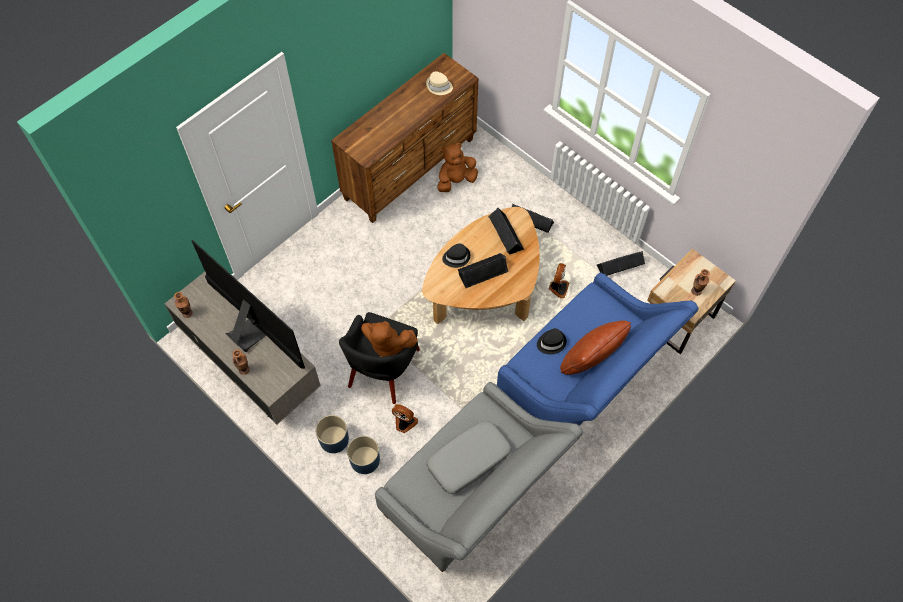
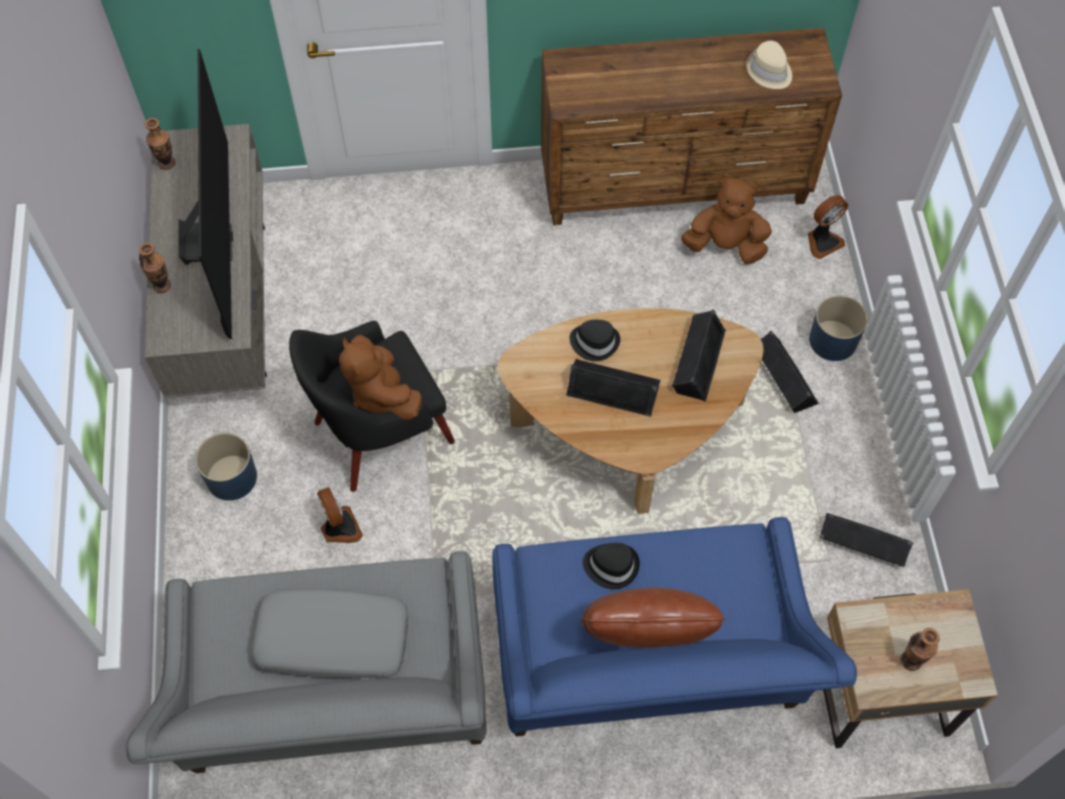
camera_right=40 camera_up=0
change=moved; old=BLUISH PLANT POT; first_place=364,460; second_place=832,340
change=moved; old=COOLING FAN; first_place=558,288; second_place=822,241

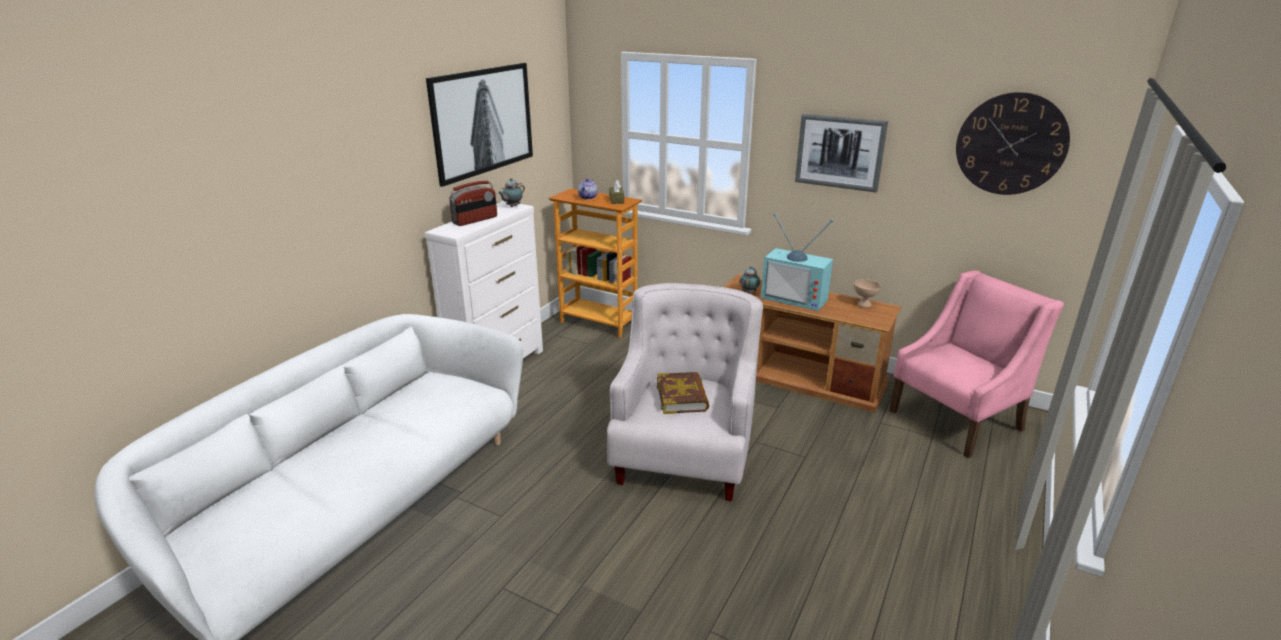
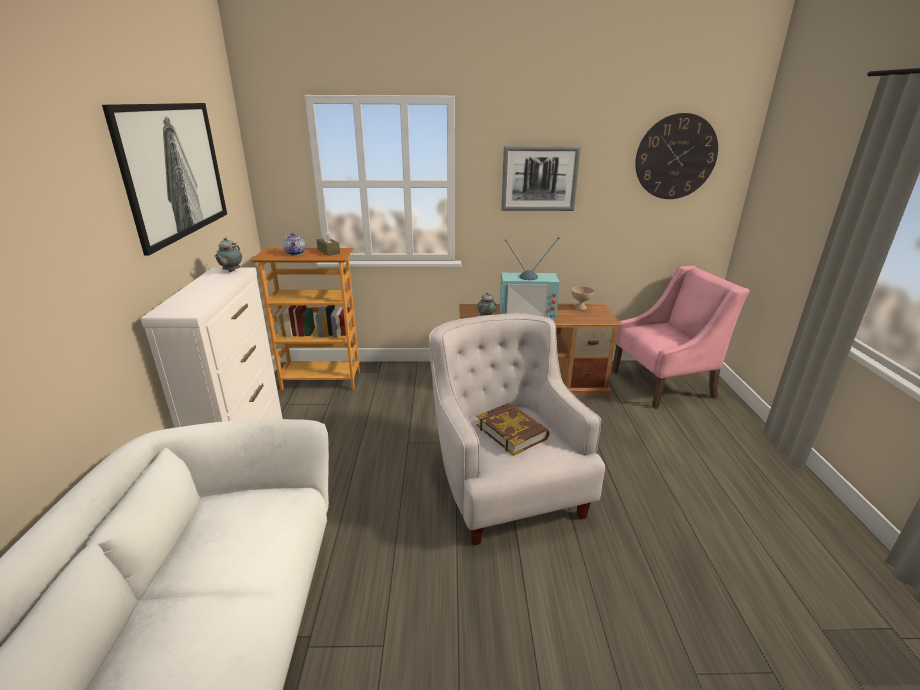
camera_right=-30 camera_up=0
change=removed; old=RADIO SET; first_place=475,220
change=turned; old=PINK LOUNGE CHAIR; first_place=957,420; second_place=663,384; degrees=45

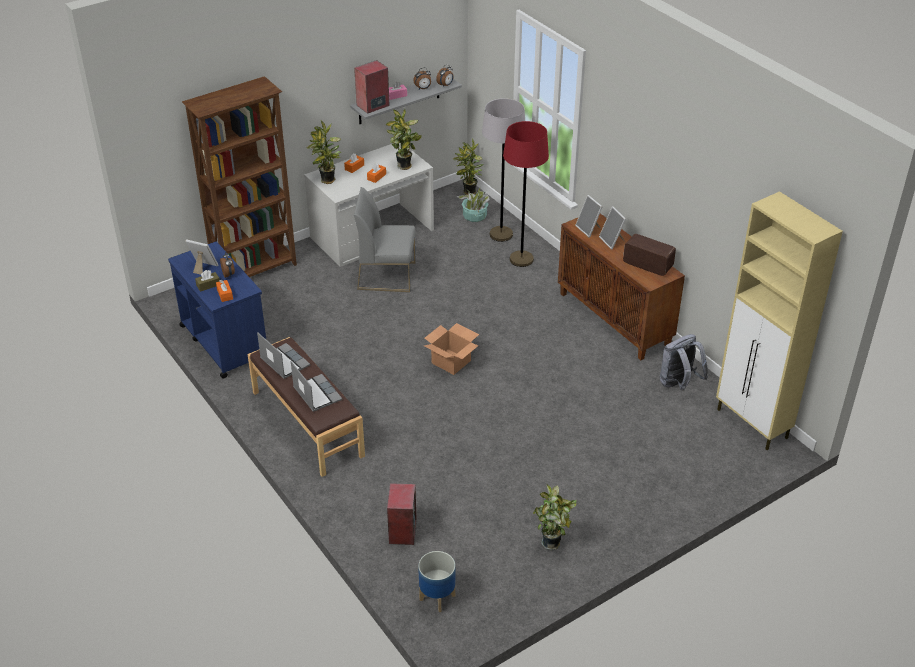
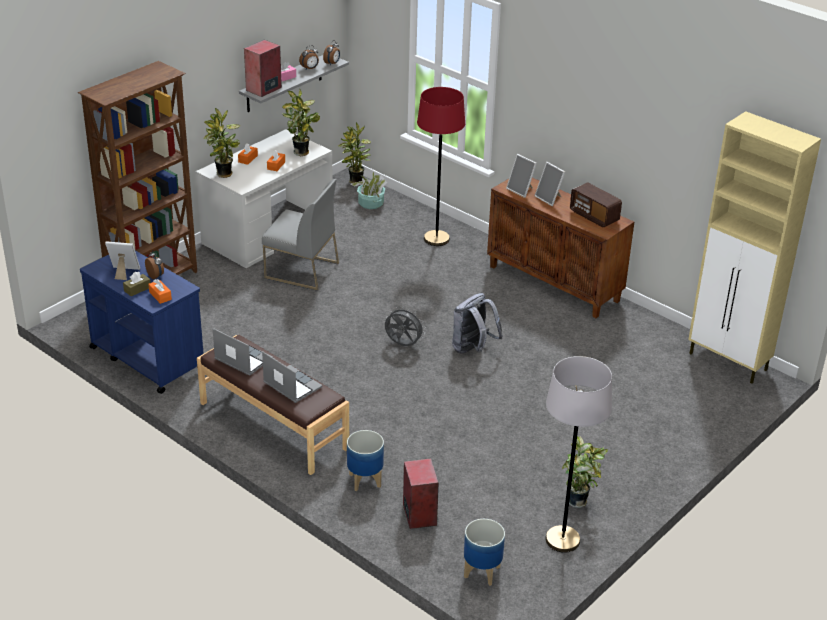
camera_right=-15 camera_up=-5
change=turned; old=GREY CHAIR; first_place=387,275; second_place=301,270; degrees=-150
change=replaced; old=PACKING BOX; new=GREY COOLING FAN; first_place=450,362; second_place=402,345
change=moved; old=GREY STANDARD LAMP; first_place=501,234; second_place=562,540
change=turned; old=RADIO SET; first_place=647,265; second_place=594,216; degrees=-150
change=moved; old=GREY RUCKSACK; first_place=678,384; second_place=473,349
change=added; new=PLANT POT; second_place=364,480

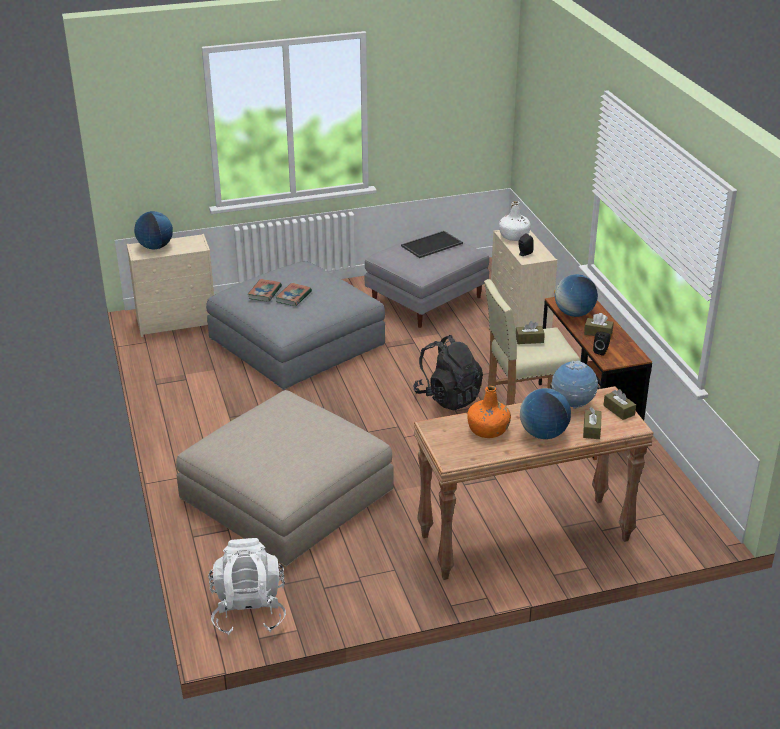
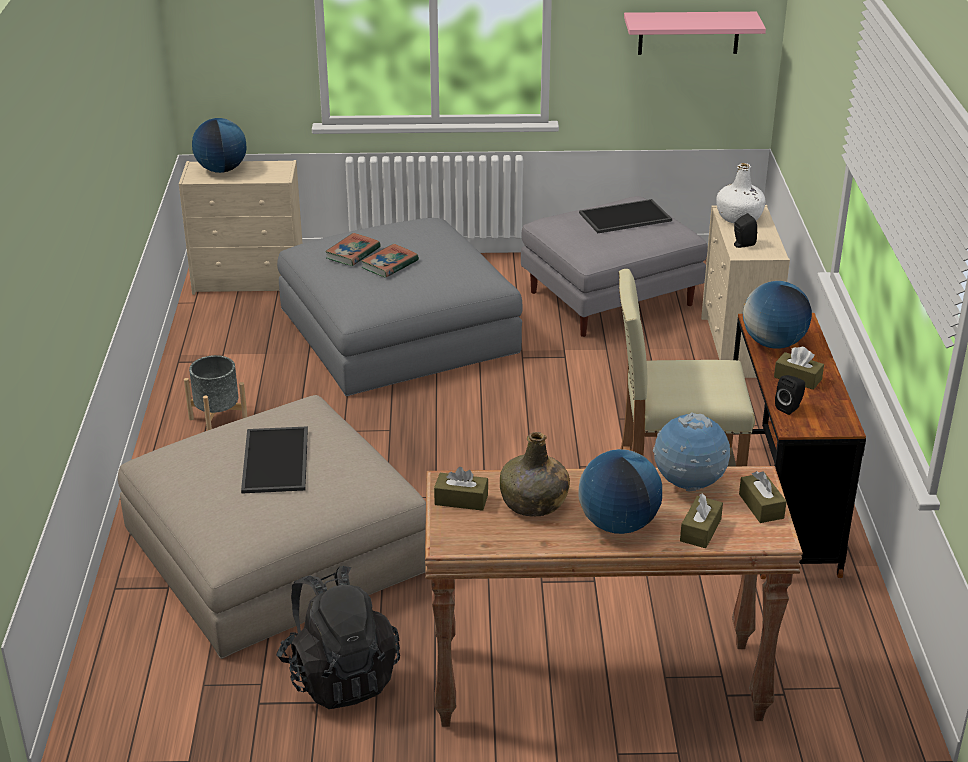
camera_right=15 camera_up=0
change=removed; old=WHITE RUCKSACK; first_place=249,611
change=moved; old=BLACK-COLOURED RUCKSACK; first_place=448,397; second_place=340,676
change=recoloured; old=ORANGEY DRINK BOTTLE; new=GREEN-COLOURED DRINK BOTTLE; first_place=488,430; second_place=533,503
change=moved; old=BROWN-COLOURED BOX OF TISSUES; first_place=529,340; second_place=461,500
change=added; new=GREY PLANT POT; second_place=218,421
change=added; new=TRAY; second_place=277,461
change=added; new=PINK BRACKET SHELF; second_place=688,32

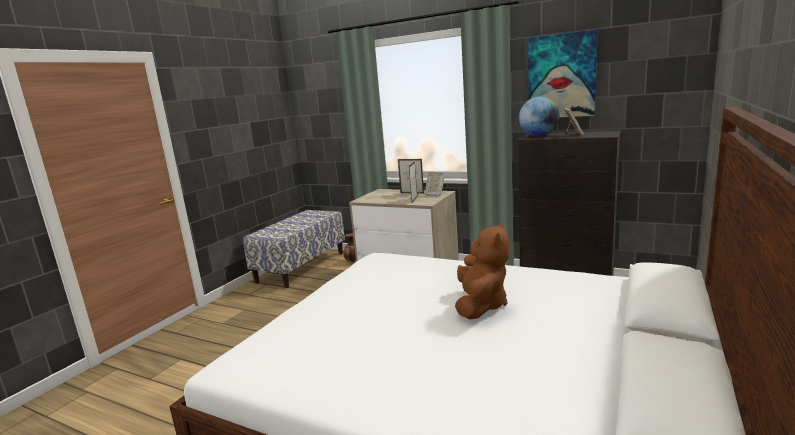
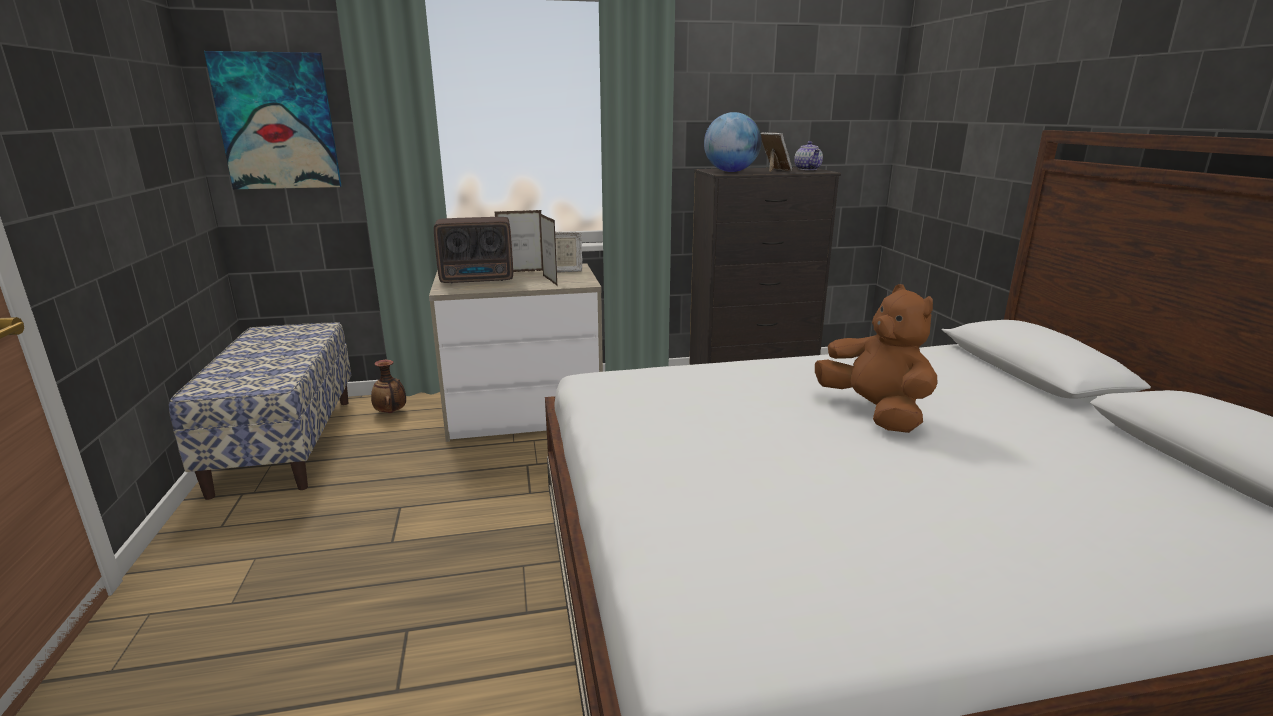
camera_right=-40 camera_up=5
change=moved; old=PICTURE; first_place=561,76; second_place=277,122
change=added; new=RADIO SET; second_place=479,279
change=added; new=POT FOR TEA; second_place=808,169

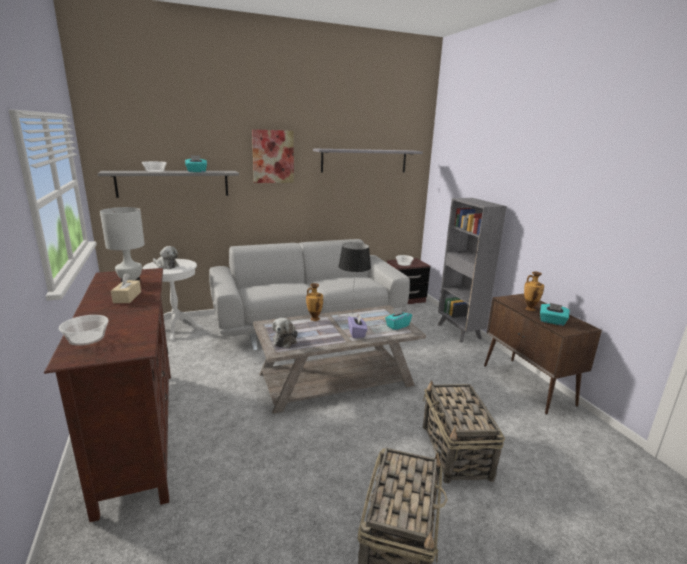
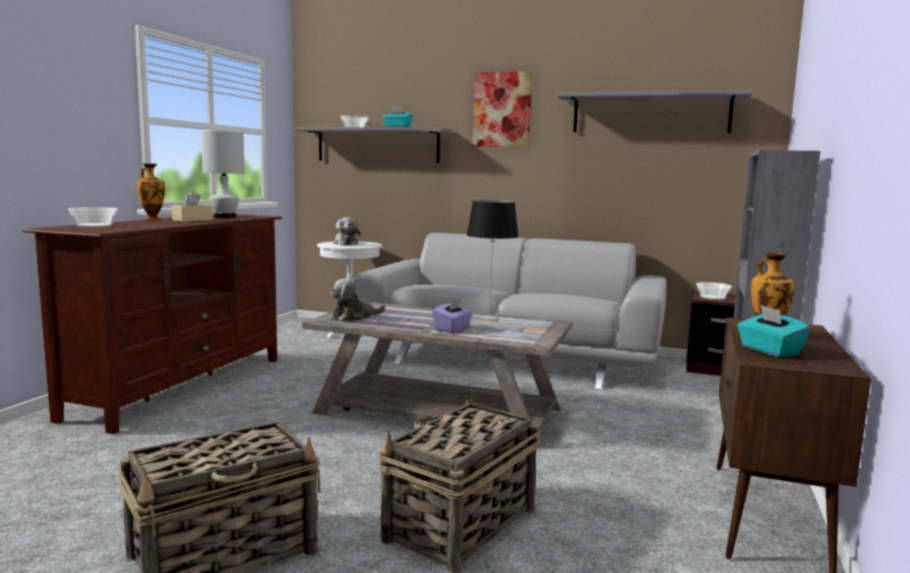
camera_right=40 camera_up=-10
change=moved; old=FLOWER VASE; first_place=314,319; second_place=152,219
change=removed; old=TURQUOISE-COLOURED BOX OF TISSUES; first_place=397,326

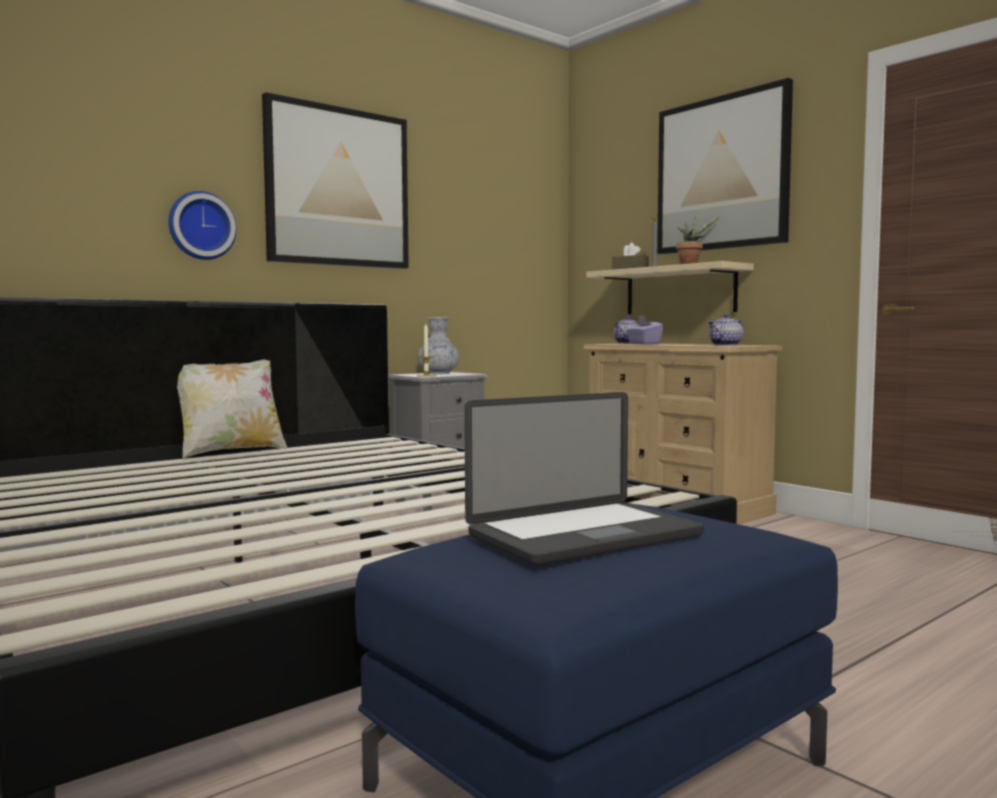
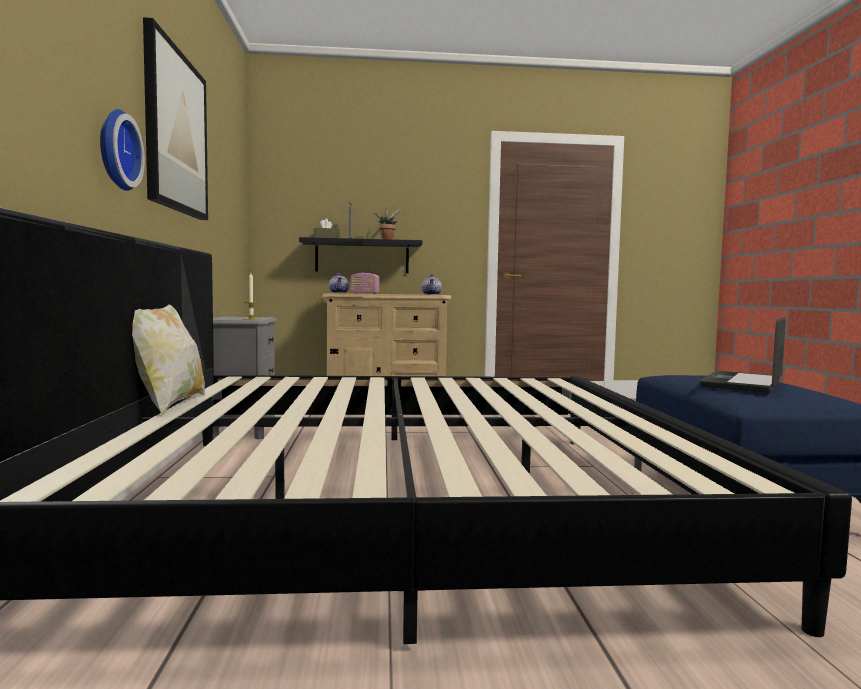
camera_right=-55 camera_up=0
change=removed; old=FLOWER VASE; first_place=438,373
change=turned; old=PORTABLE COMPUTER; first_place=585,536; second_place=742,384; degrees=-150
change=recoloured; old=SAND-COLOURED BRACKET SHELF; new=BLACK-COLOURED BRACKET SHELF; first_place=680,291; second_place=362,257
change=replaced; old=PURPLE BOX OF TISSUES; new=RADIO SET; first_place=644,344; second_place=364,293
change=removed; old=PICTURE; first_place=722,173

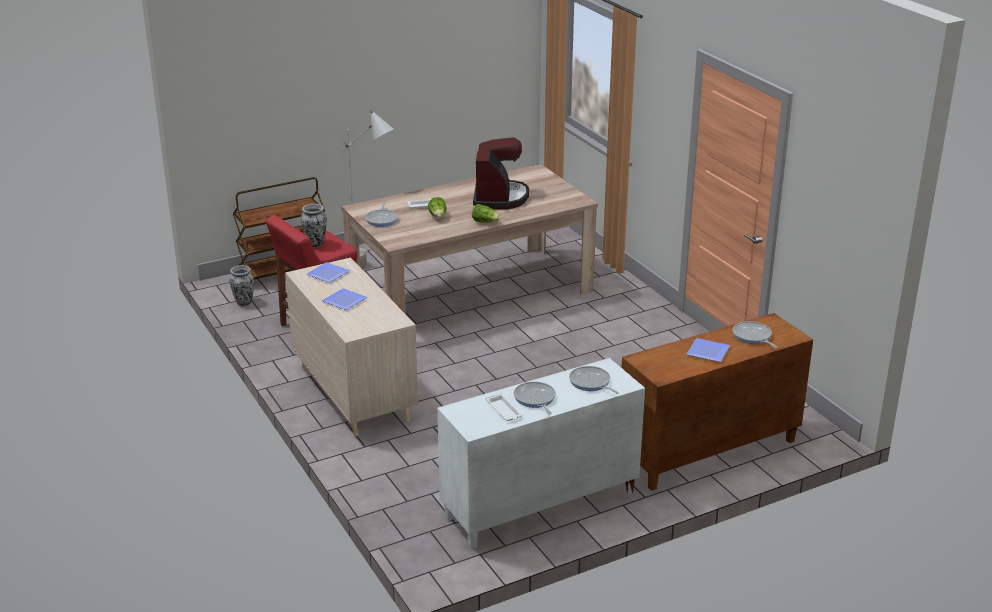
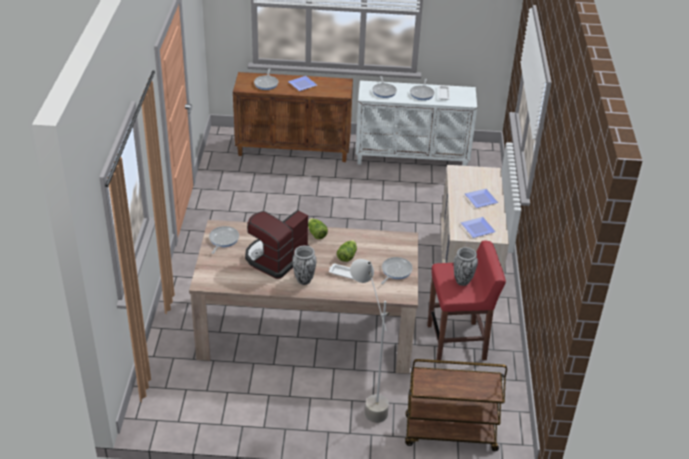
camera_right=-150 camera_up=10
change=moved; old=FLOWER VASE; first_place=244,302; second_place=304,280
change=added; new=FRYING PAN; second_place=223,240

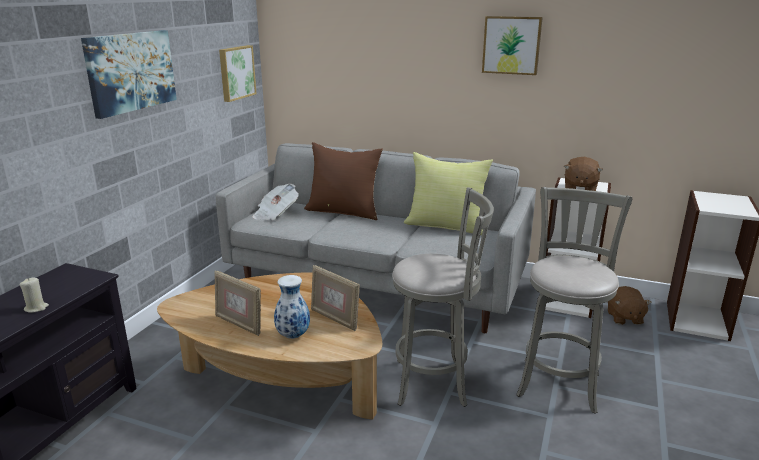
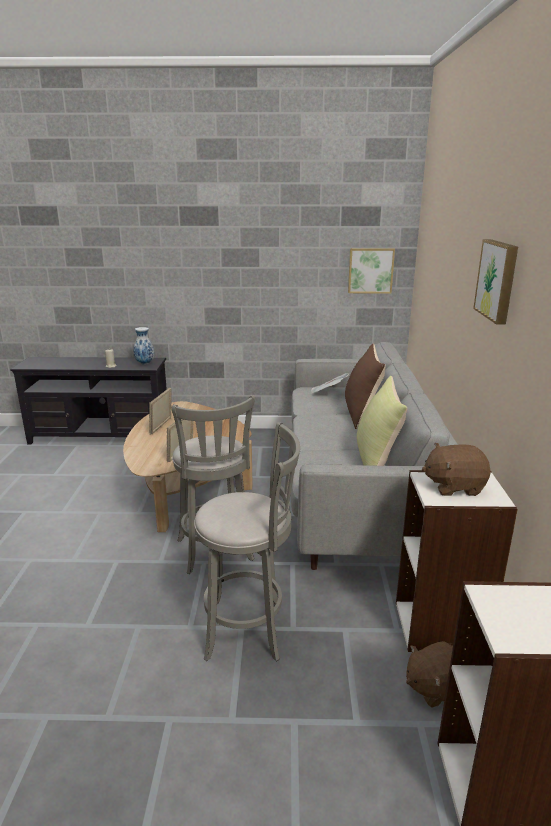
camera_right=70 camera_up=0
change=removed; old=PICTURE; first_place=131,71
change=moved; old=FLOWER VASE; first_place=293,336; second_place=144,363

